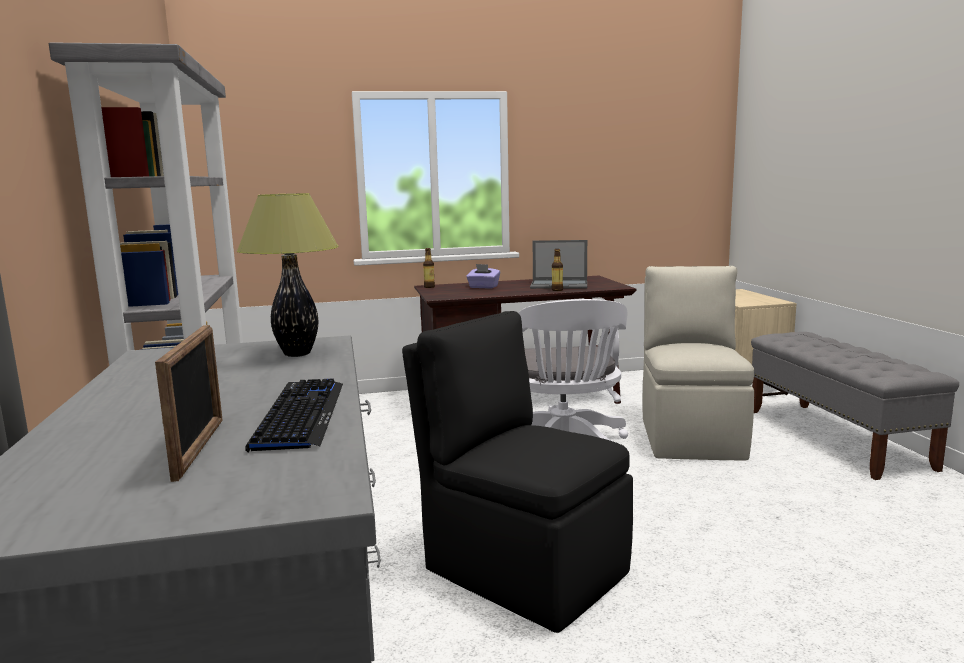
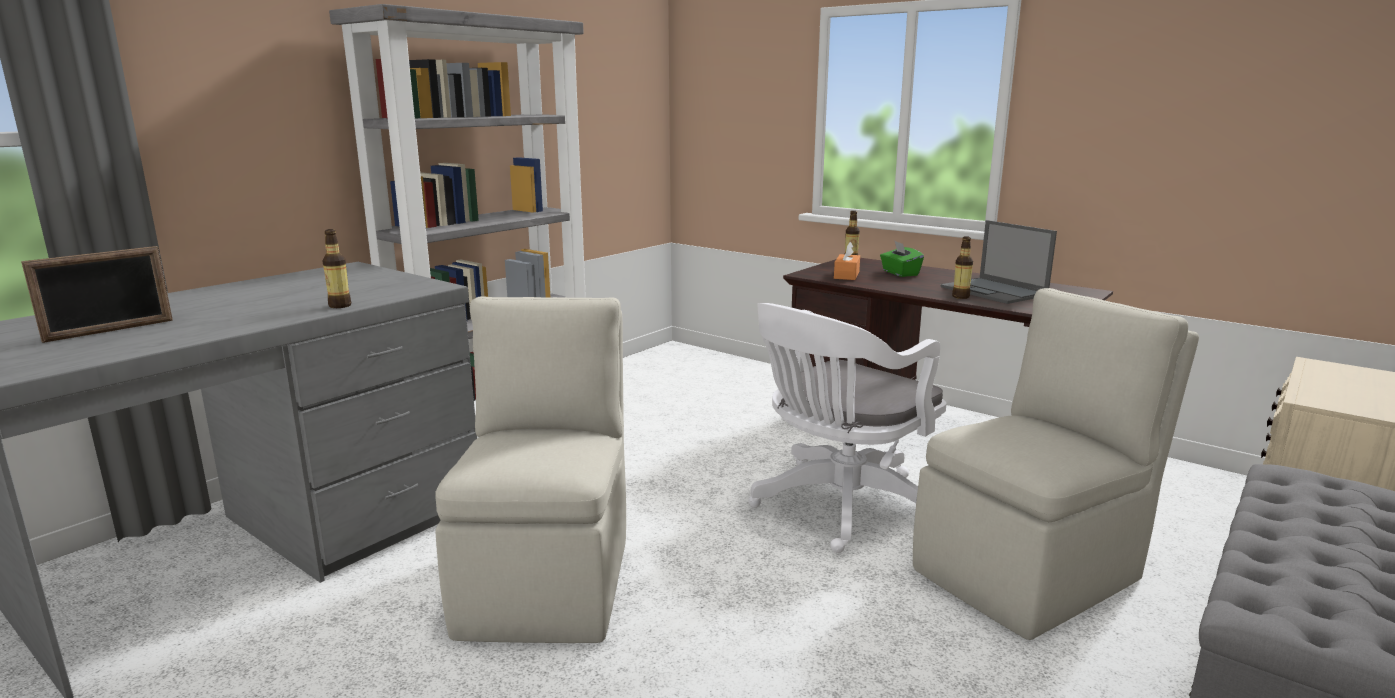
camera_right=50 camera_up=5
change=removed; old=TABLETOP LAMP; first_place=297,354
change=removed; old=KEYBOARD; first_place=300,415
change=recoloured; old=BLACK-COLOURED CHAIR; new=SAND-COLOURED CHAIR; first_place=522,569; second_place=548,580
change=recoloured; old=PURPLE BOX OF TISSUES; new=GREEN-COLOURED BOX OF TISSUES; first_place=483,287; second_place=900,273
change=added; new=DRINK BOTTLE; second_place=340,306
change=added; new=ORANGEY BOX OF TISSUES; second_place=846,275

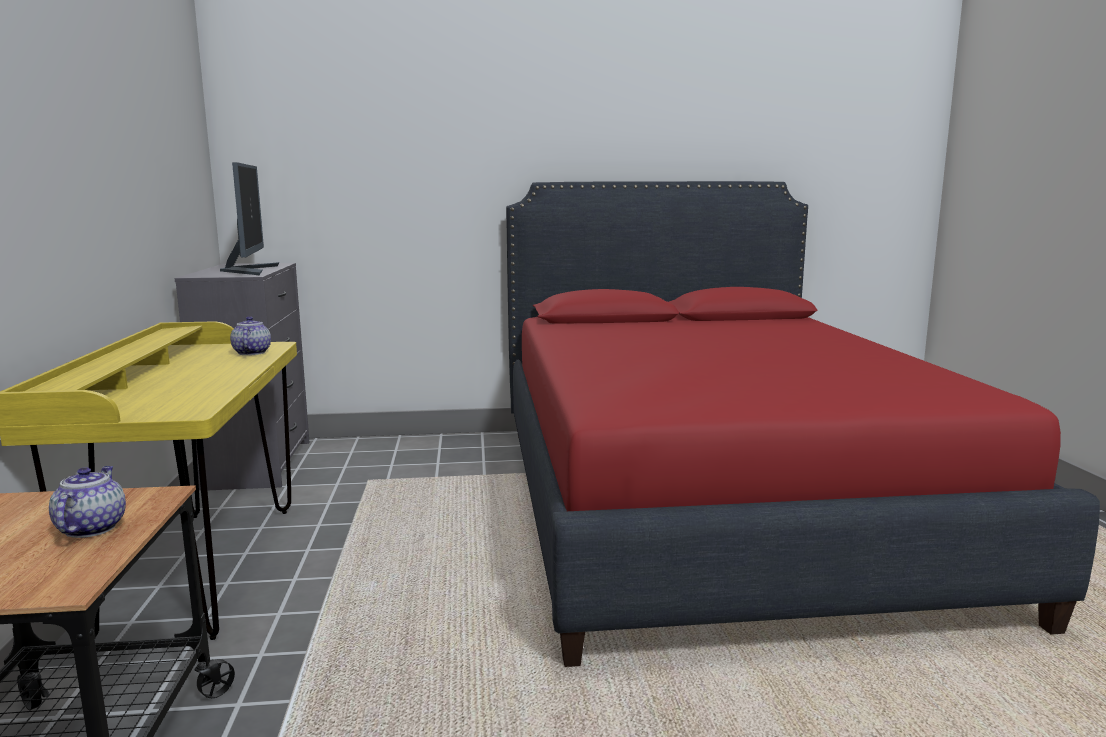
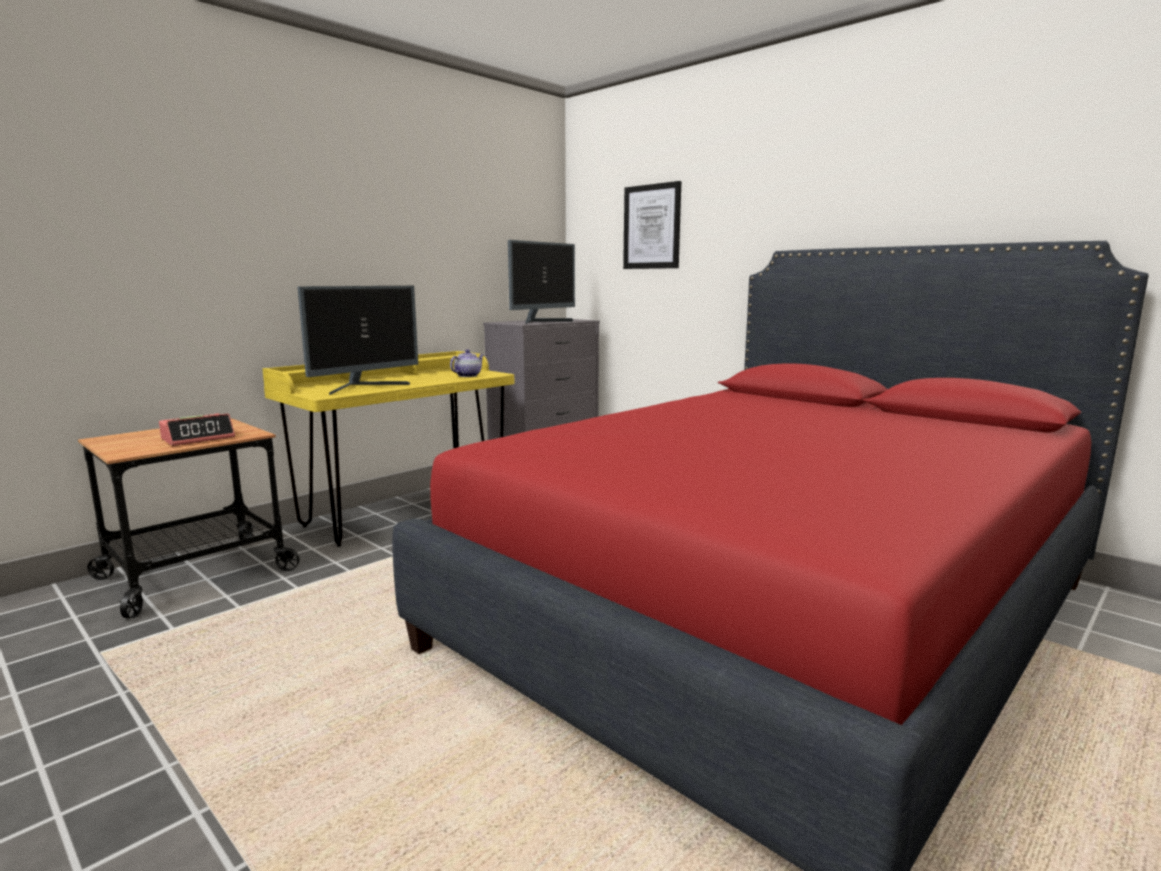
camera_right=50 camera_up=0
change=replaced; old=POT FOR TEA; new=TABLE CLOCK; first_place=91,528; second_place=198,438
change=added; new=MONITOR; second_place=364,387
change=added; new=PICTURE; second_place=652,227

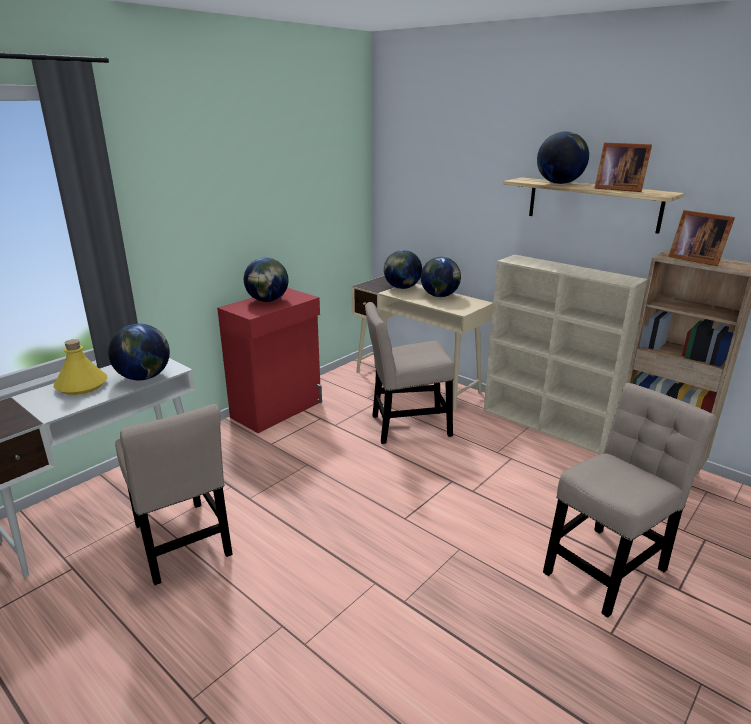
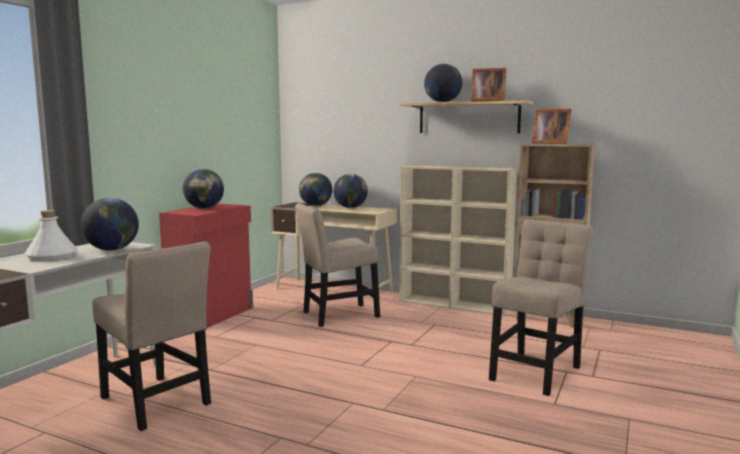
camera_right=-15 camera_up=-15
change=recoloured; old=YELLOW DRINK BOTTLE; new=WHITE DRINK BOTTLE; first_place=82,385; second_place=52,256

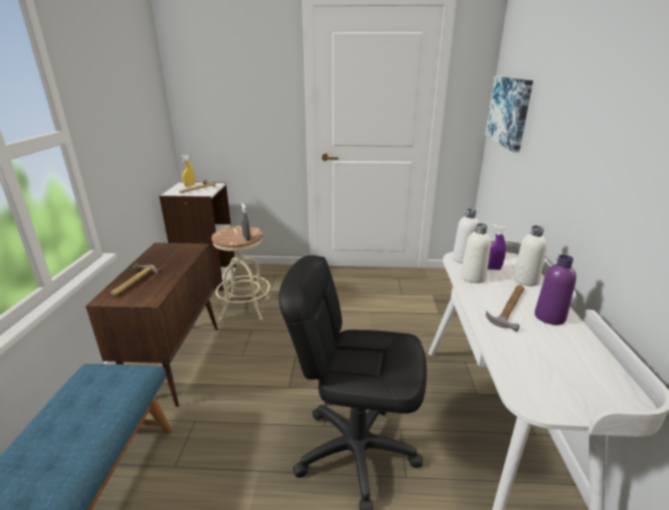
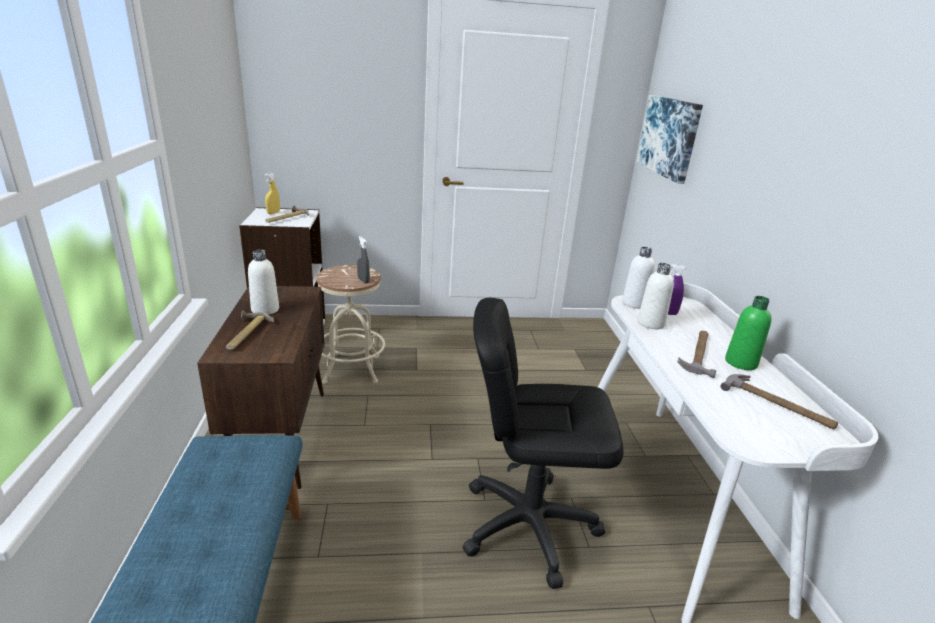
camera_right=-10 camera_up=0
change=moved; old=WHITE DRINK BOTTLE; first_place=525,280; second_place=265,310
change=recoloured; old=PURPLE DRINK BOTTLE; new=GREEN-COLOURED DRINK BOTTLE; first_place=549,317; second_place=740,362
change=added; new=HAND HAMMER; second_place=777,404

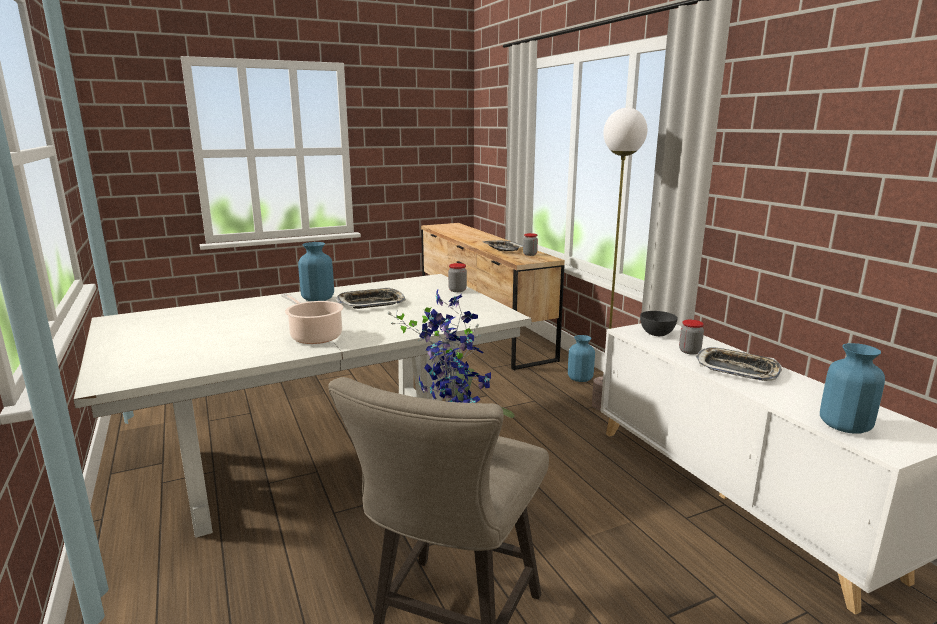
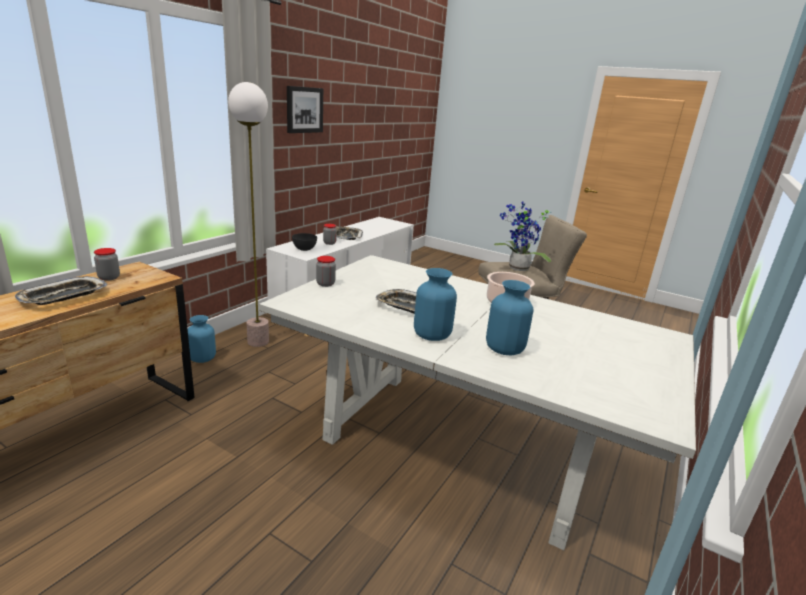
camera_right=-125 camera_up=5
change=moved; old=BLUISH FLOWER VASE; first_place=844,426; second_place=504,349
change=added; new=PICTURE; second_place=304,110

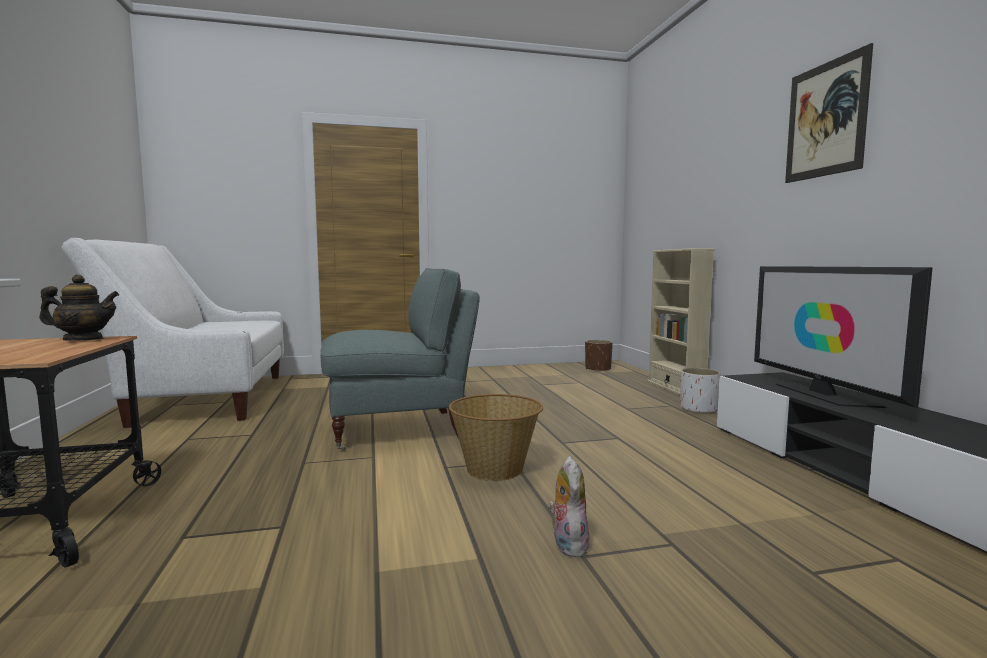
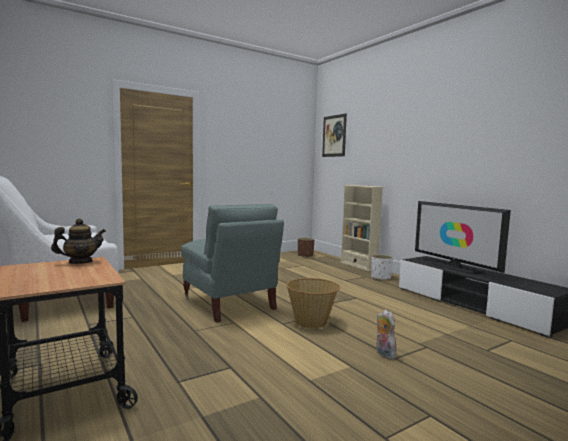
camera_right=-20 camera_up=0
change=turned; old=GREY LOUNGE CHAIR; first_place=399,429; second_place=229,304; degrees=90
change=moved; old=PICTURE; first_place=825,119; second_place=334,136

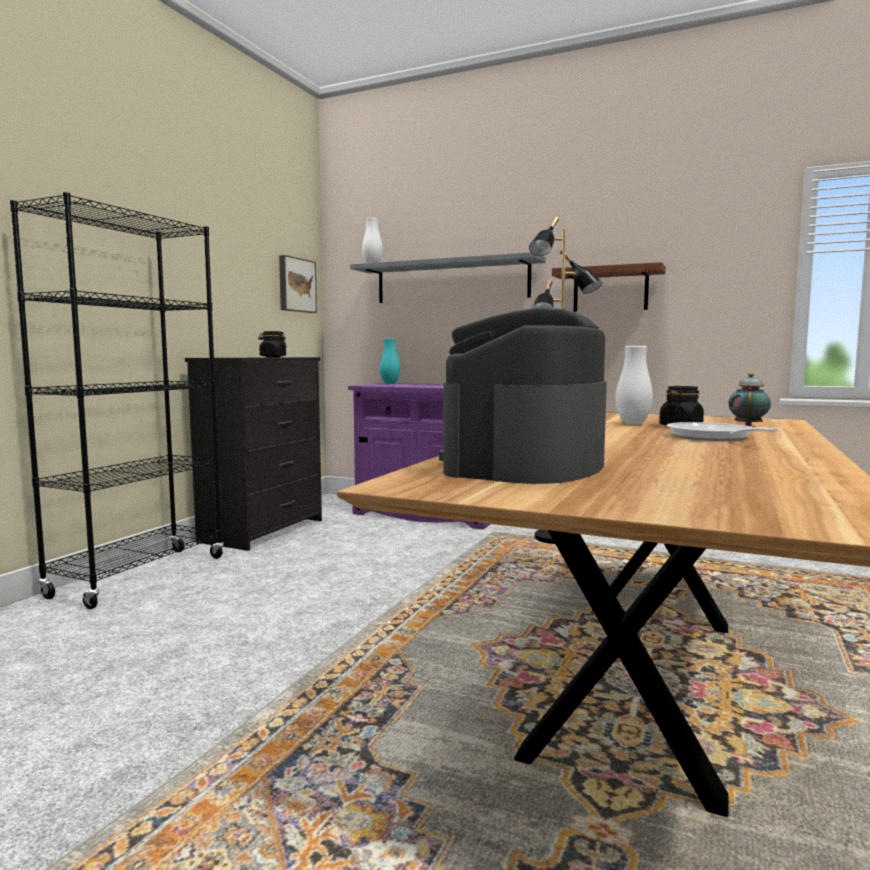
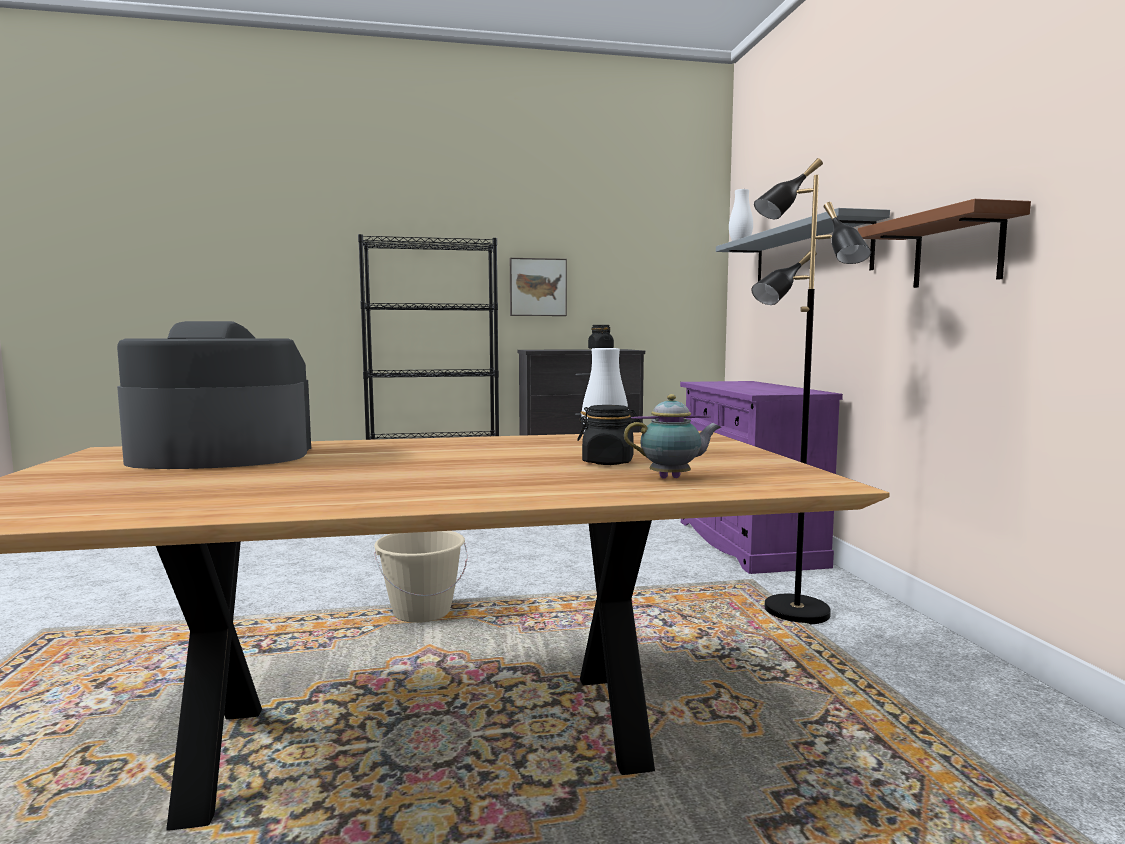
camera_right=55 camera_up=0
change=moved; old=PICTURE; first_place=296,285; second_place=537,287
change=removed; old=TURQUOISE-COLOURED FLOWER VASE; first_place=390,383
change=removed; old=FRYING PAN; first_place=713,437
change=added; new=SAND-COLOURED BUCKET; second_place=422,612

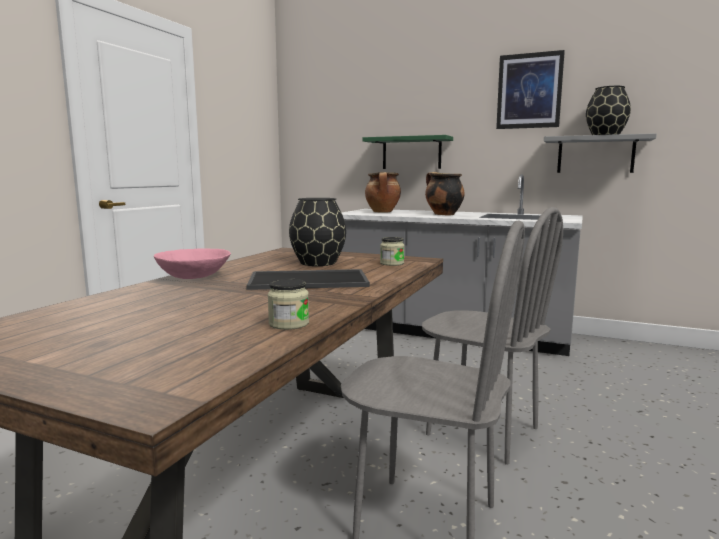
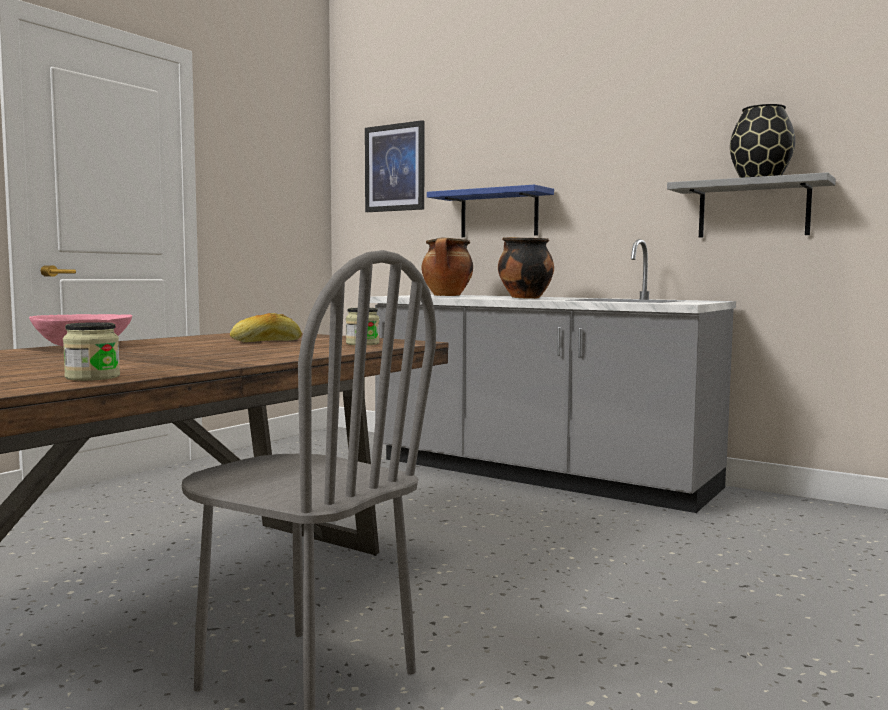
camera_right=10 camera_up=-5
change=removed; old=TRAY; first_place=309,280
change=replaced; old=BLACK-COLOURED FLOWER VASE; new=BAKED BREAD; first_place=318,263; second_place=266,341
change=recoloured; old=GREEN-COLOURED BRACKET SHELF; new=BLUISH BRACKET SHELF; first_place=411,153; second_place=499,214
change=removed; old=GREY CHAIR; first_place=482,432
change=moved; old=PICTURE; first_place=529,91; second_place=395,168

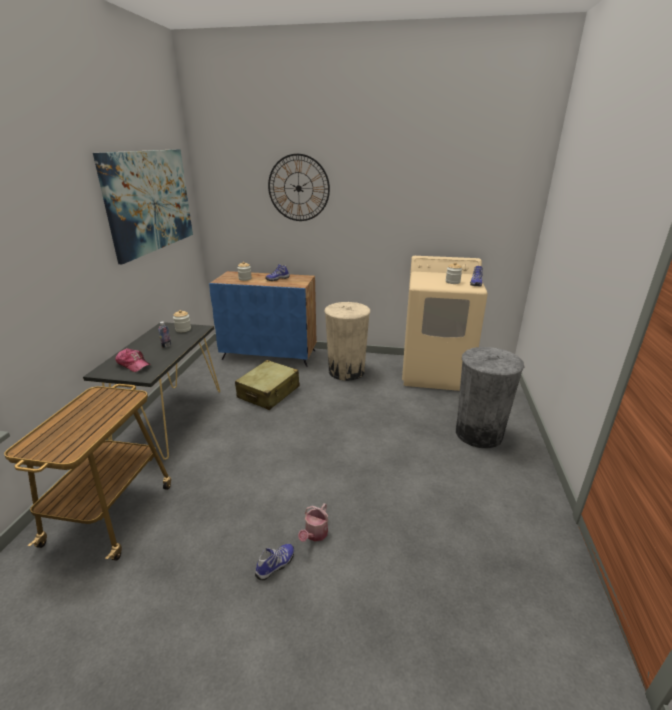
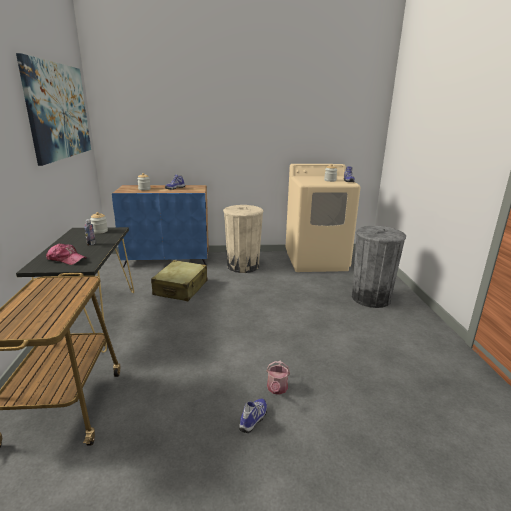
camera_right=-15 camera_up=-5
change=removed; old=WALL CLOCK; first_place=298,188

